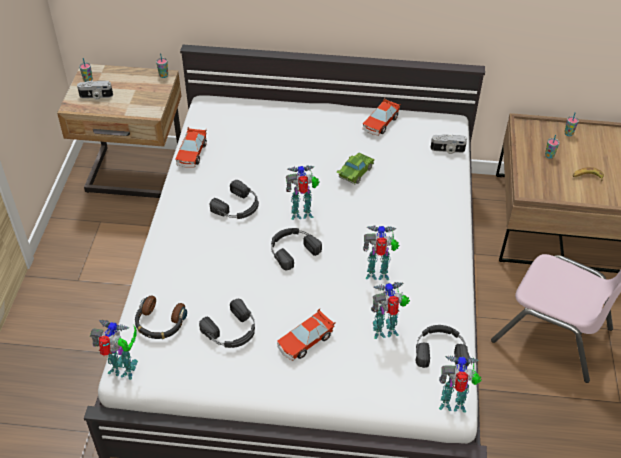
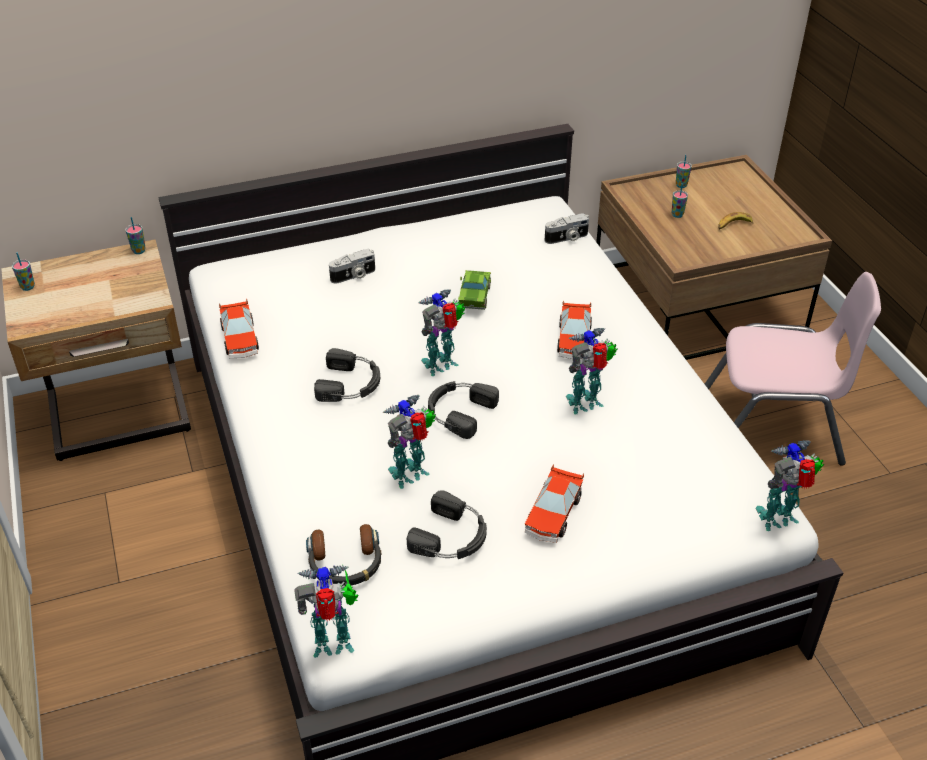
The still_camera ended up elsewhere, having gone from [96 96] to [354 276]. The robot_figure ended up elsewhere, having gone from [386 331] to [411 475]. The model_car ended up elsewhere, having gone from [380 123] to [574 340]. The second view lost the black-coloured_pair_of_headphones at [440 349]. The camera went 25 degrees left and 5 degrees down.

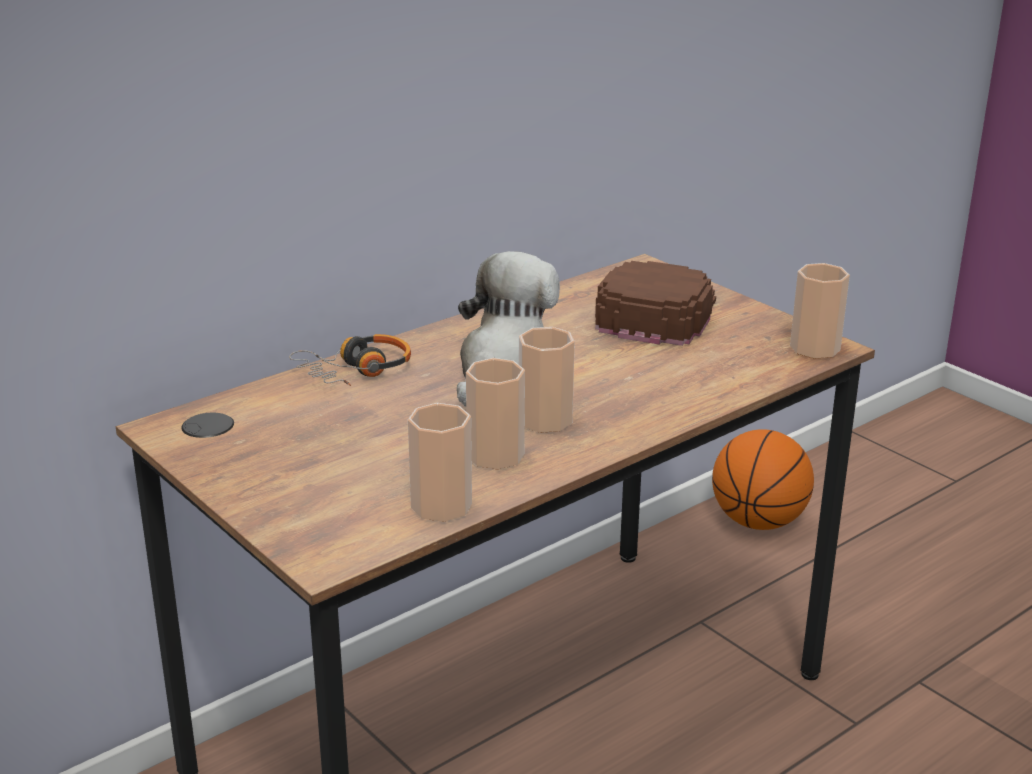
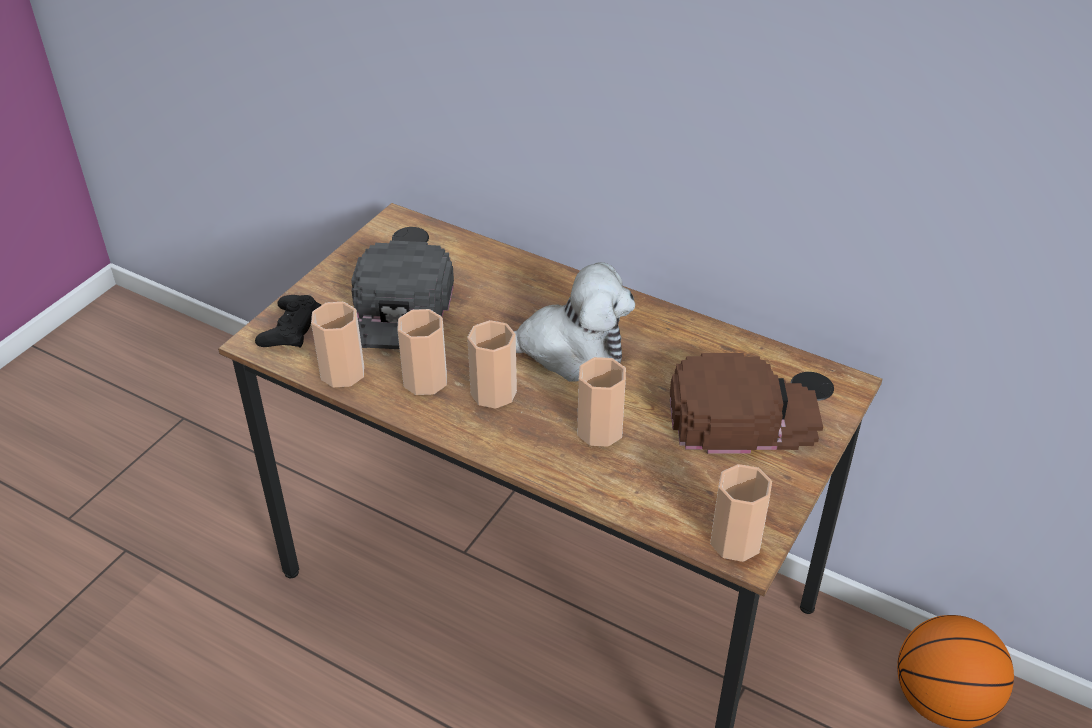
The second view gained the black-coloured_joypad at [290 328]. The second view gained the black-coloured_cap at [402 307]. The second view gained the small_cup at [599 430]. The second view lost the pair_of_headphones at [356 371]. The camera went 70 degrees right and 15 degrees up.

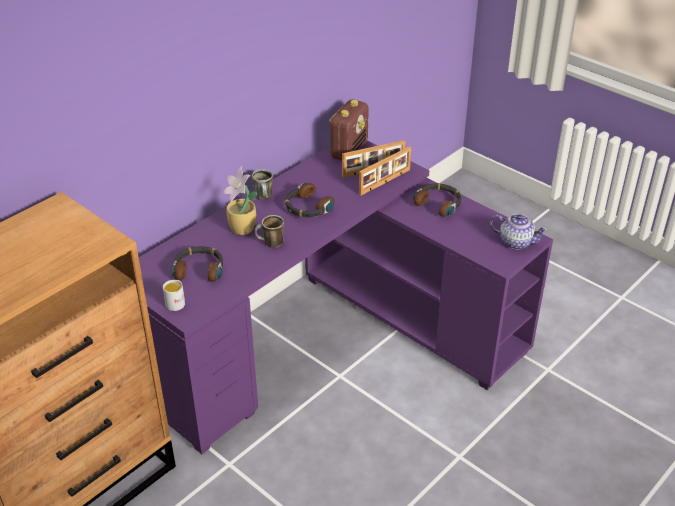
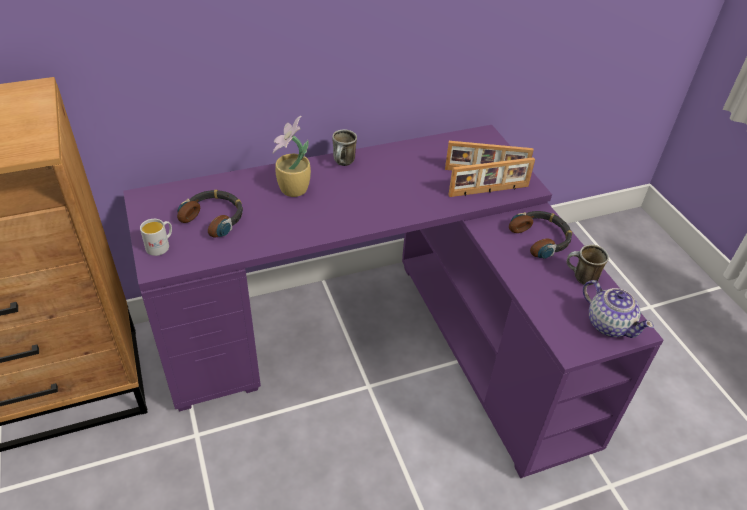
The tea_mug ended up elsewhere, having gone from [270 244] to [580 278]. The second view lost the pair_of_headphones at [307 207]. The second view lost the radio_receiver at [349 150]. The camera went 25 degrees right and 5 degrees up.

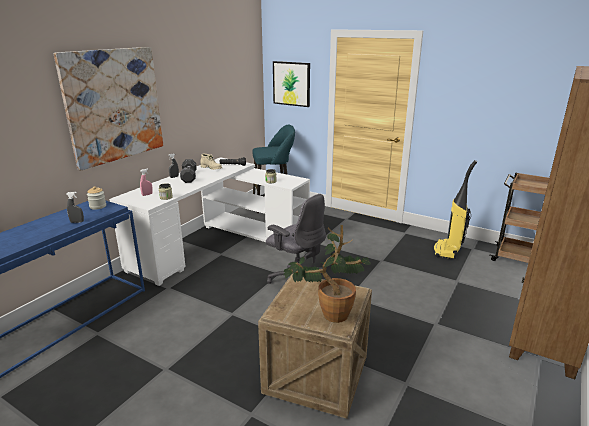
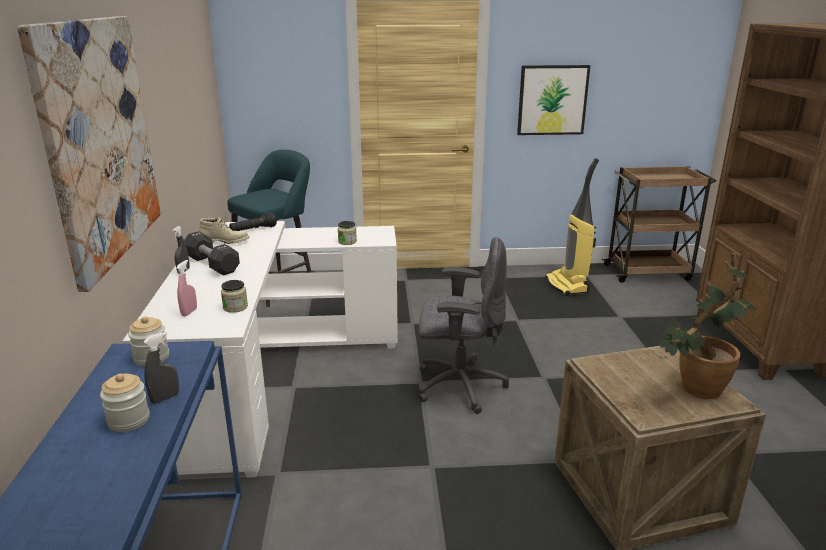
The second view gained the jar at [129 420]. The wall_picture ended up elsewhere, having gone from [291 83] to [552 100]. The camera went 35 degrees left and 0 degrees up.

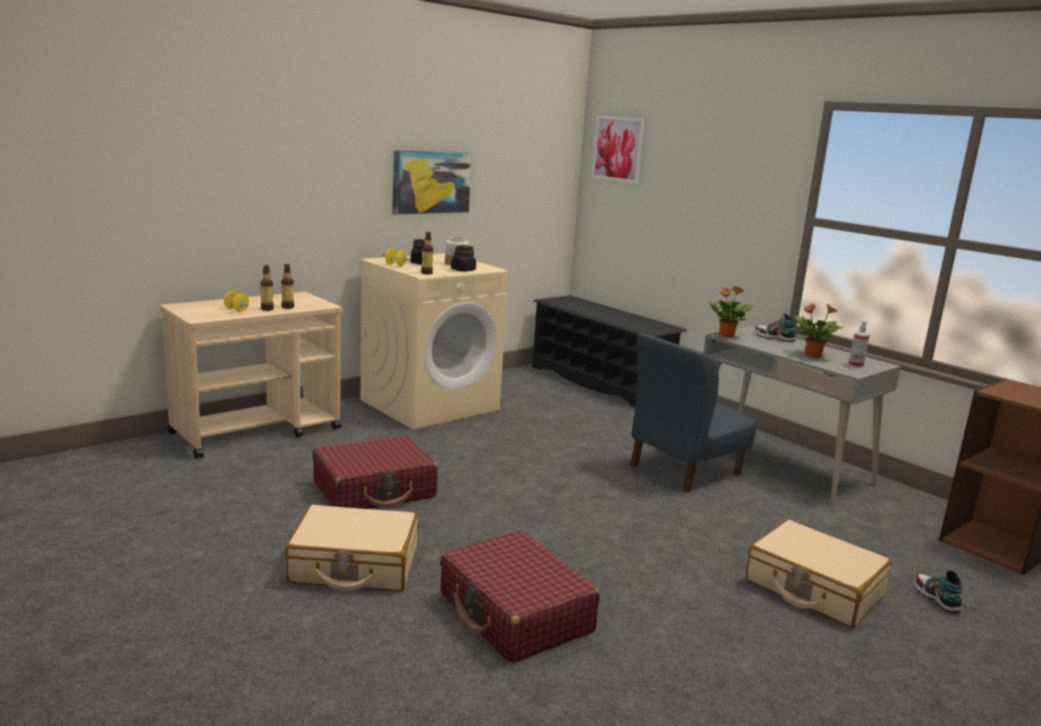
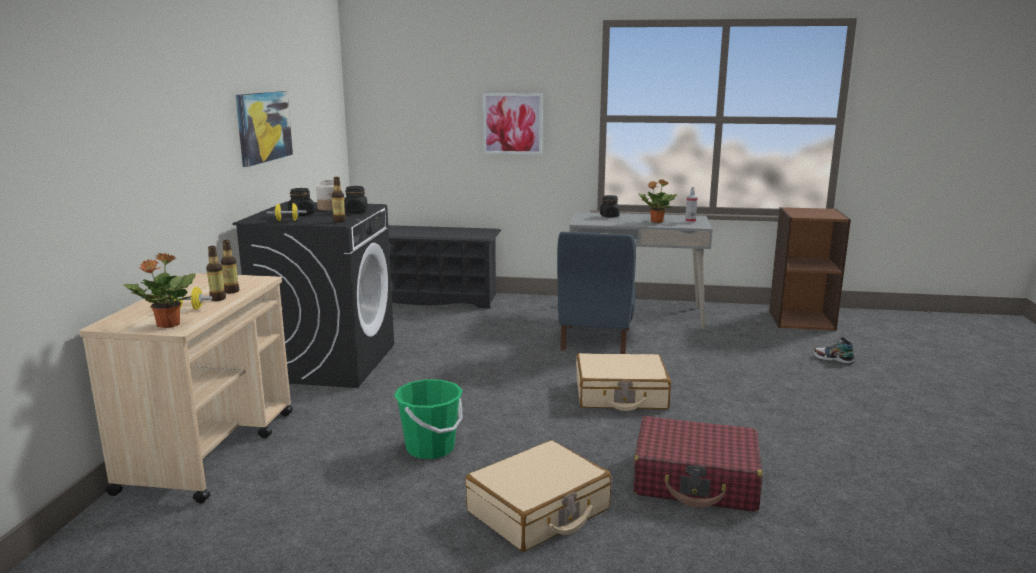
The plant_in_a_pot ended up elsewhere, having gone from [726 335] to [167 325]. What was the sand-coloured_washing_machine at [430 404] turned into the black-coloured_washing_machine at [327 362]. Where the red-coloured_suitcase stood at [375 490], the green_pail came to stand at [430 448]. The wall_picture ended up elsewhere, having gone from [618 149] to [512 123]. The sand-coloured_suitcase ended up elsewhere, having gone from [813 588] to [620 395]. Where the low_shoe stood at [774 338], the black-coloured_jar came to stand at [609 216]. The camera went 40 degrees left and 0 degrees up.

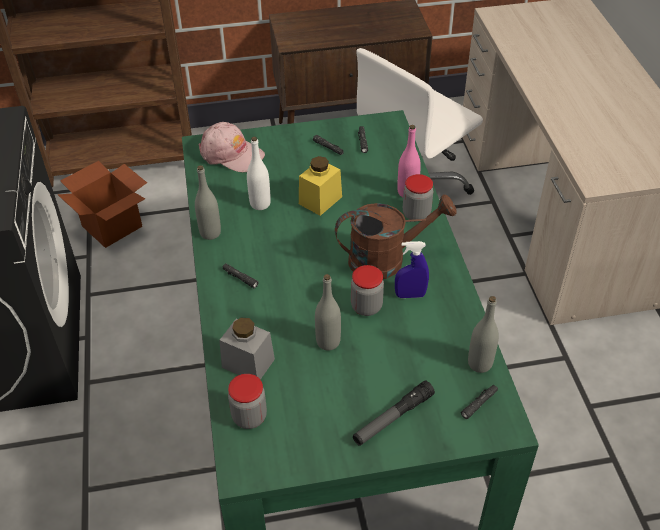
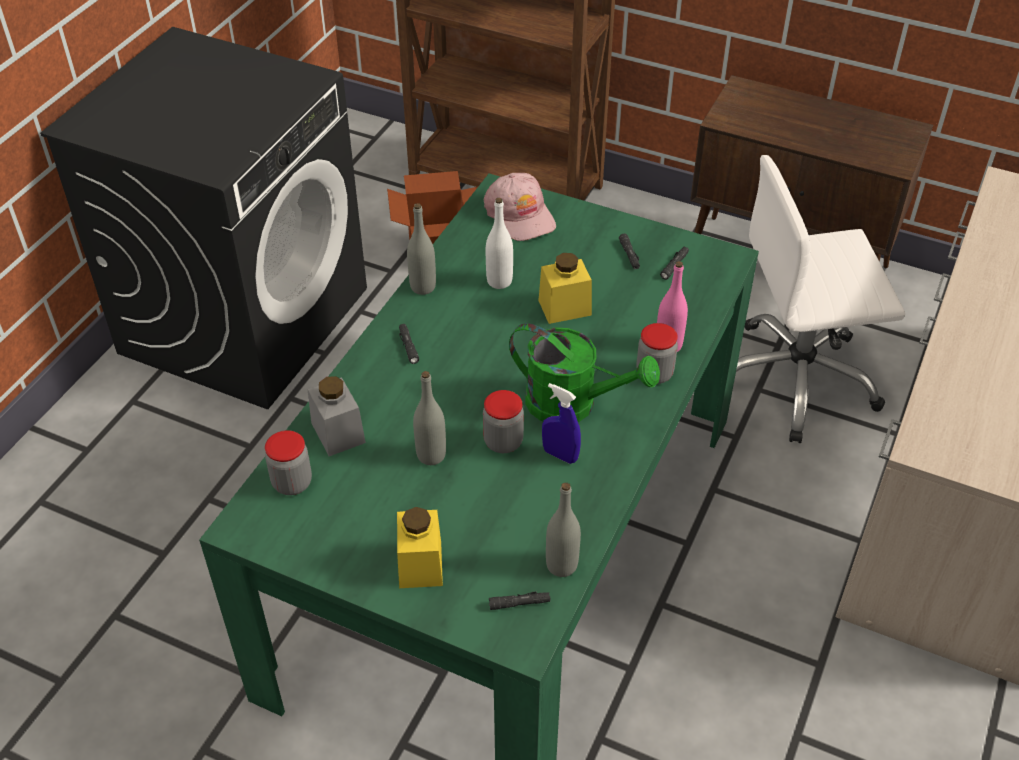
Where the torch stood at [393 418], the yellow_jar came to stand at [420 564]. What was the brown_sprinkling_can at [386 259] turned into the green_sprinkling_can at [573 404]. The camera went 35 degrees right and 0 degrees up.

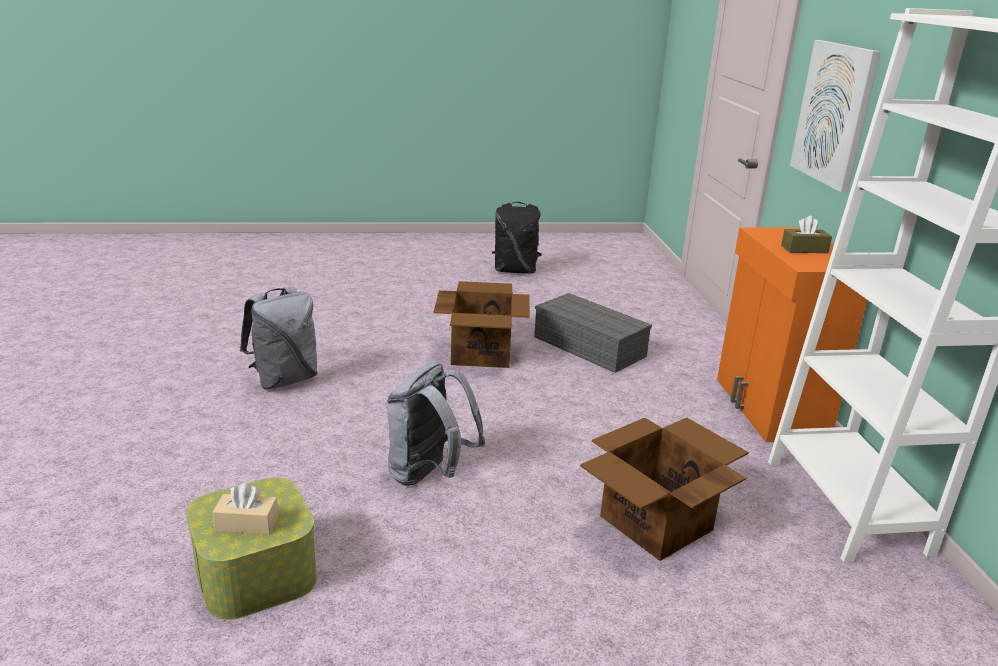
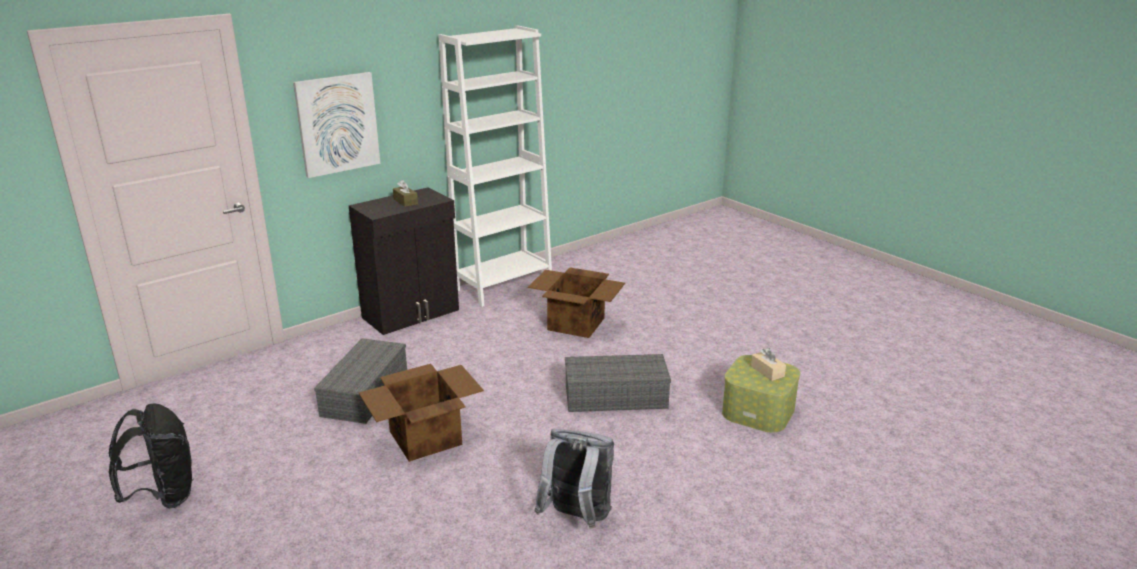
What was the orange_cabinet at [768 408] turned into the black-coloured_cabinet at [412 314]. Where the gray_rucksack stood at [429 474], the gray_storage_bin came to stand at [617 396]. The camera went 120 degrees left and 0 degrees up.

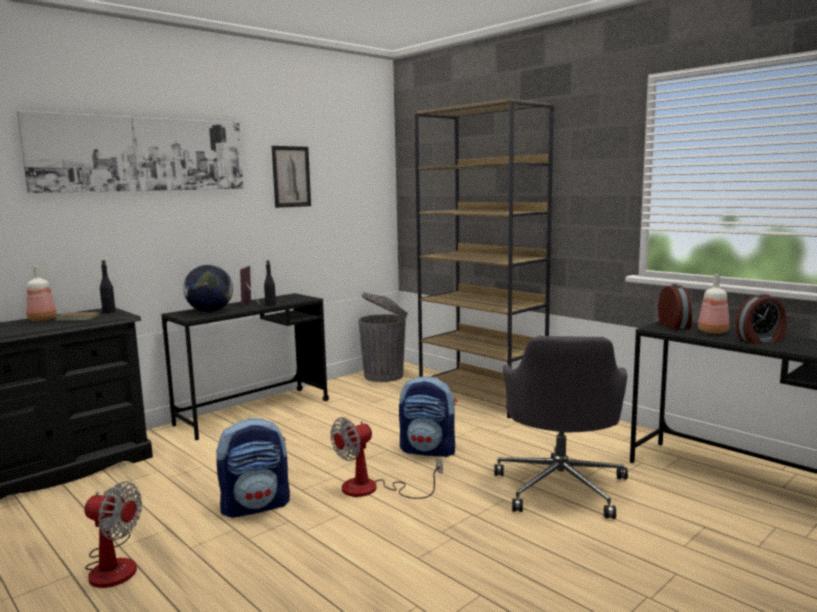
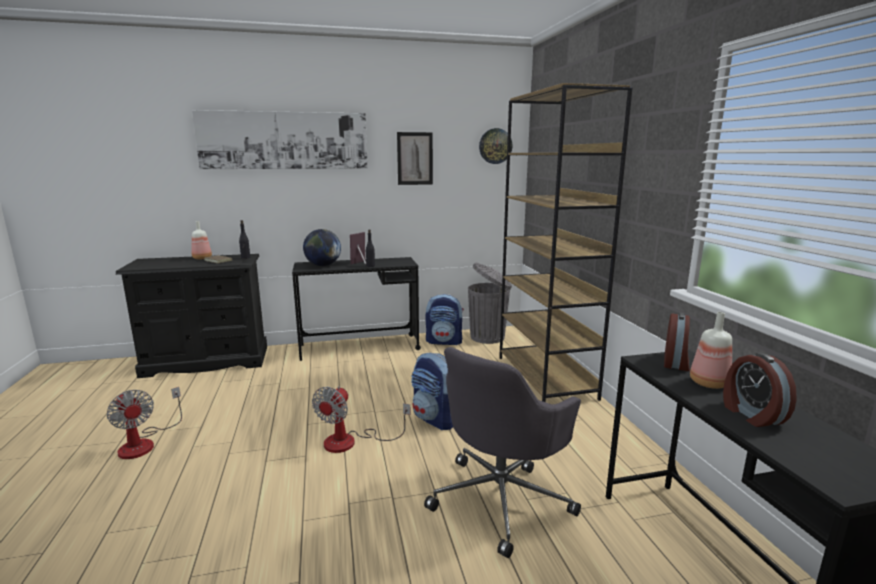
The fan at [372 489] ended up facing another way, 60 degrees counterclockwise from before. The rucksack ended up elsewhere, having gone from [256 506] to [444 341]. The second view gained the wall_clock at [495 146]. The alarm_clock at [761 340] ended up facing another way, 60 degrees clockwise from before. The camera went 30 degrees right and 5 degrees up.

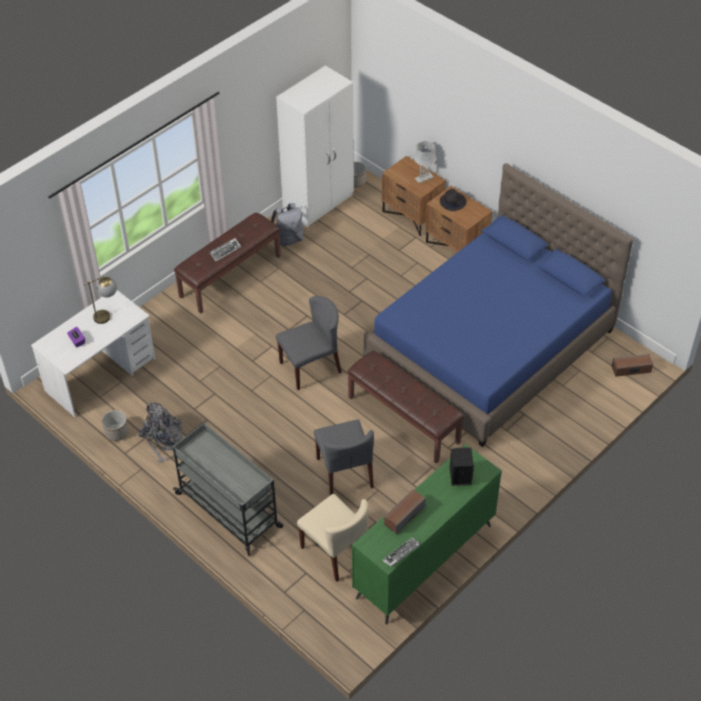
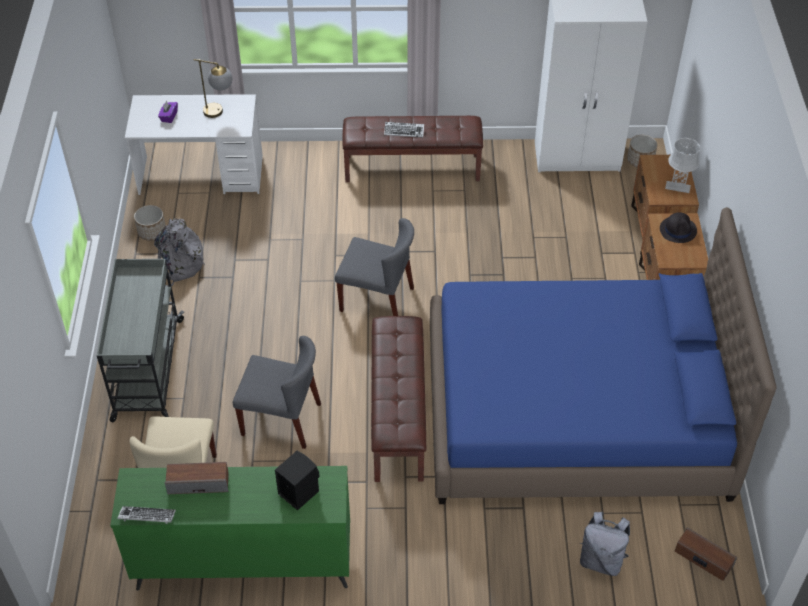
The gray_chair at [344 473] ended up facing another way, 105 degrees counterclockwise from before. The gray_rucksack ended up elsewhere, having gone from [289 239] to [601 560]. The camera went 45 degrees right and 0 degrees up.

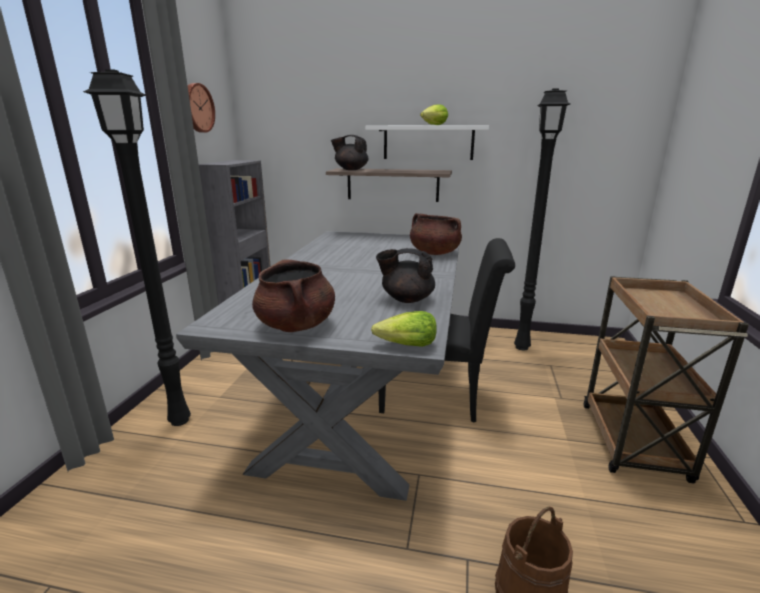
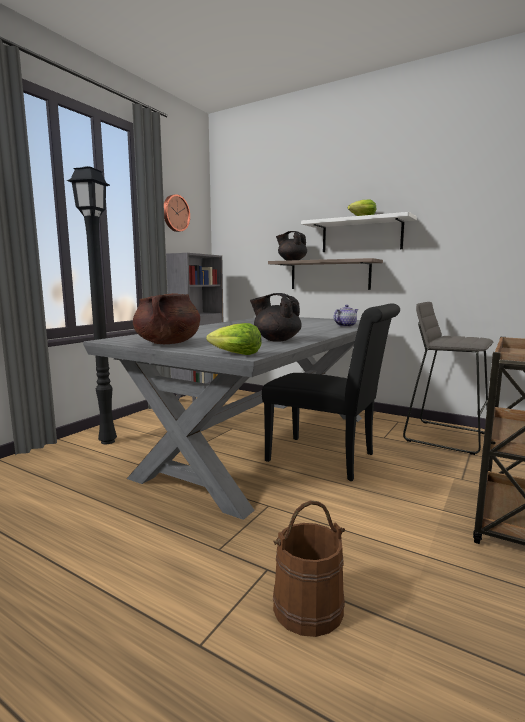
Where the brown_stockpot stood at [434 253], the tea_pot came to stand at [345 326]. Where the black-coloured_standard_lamp stood at [520 347], the gray_stool came to stand at [446 436]. The camera went 20 degrees right and 10 degrees down.

